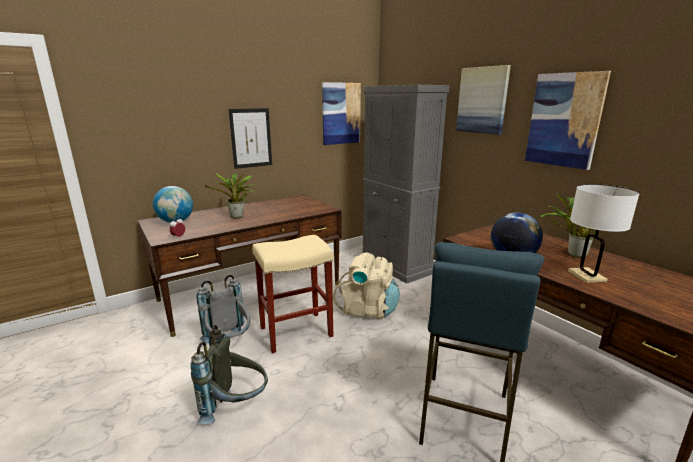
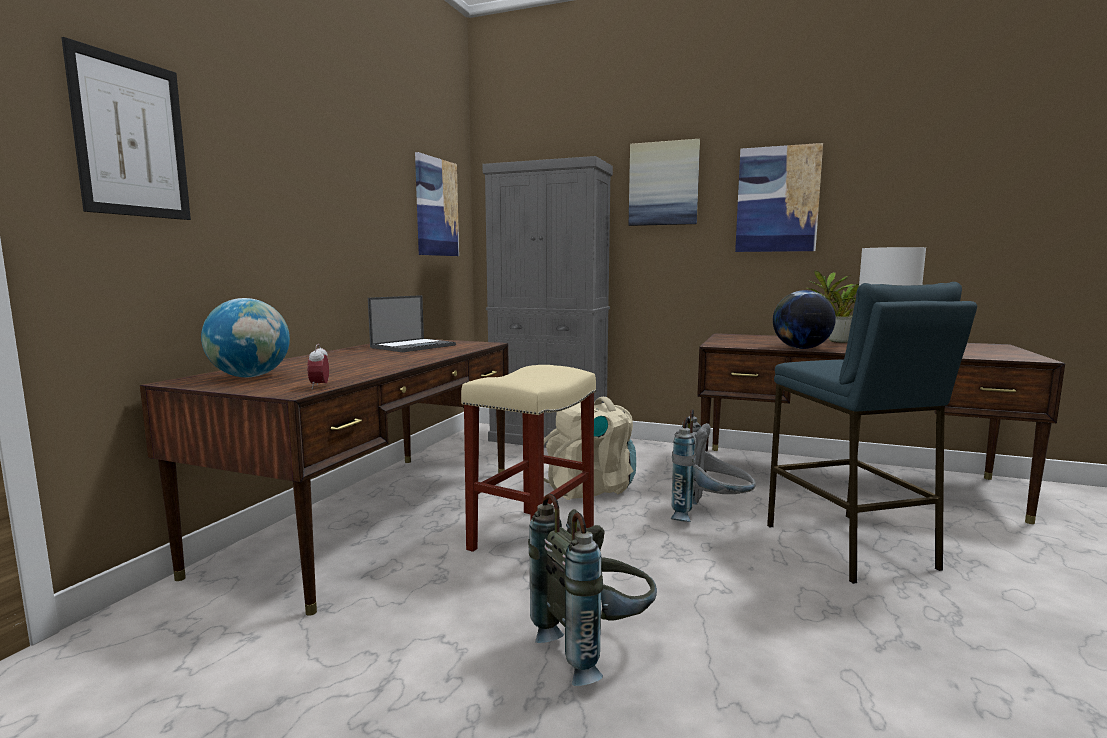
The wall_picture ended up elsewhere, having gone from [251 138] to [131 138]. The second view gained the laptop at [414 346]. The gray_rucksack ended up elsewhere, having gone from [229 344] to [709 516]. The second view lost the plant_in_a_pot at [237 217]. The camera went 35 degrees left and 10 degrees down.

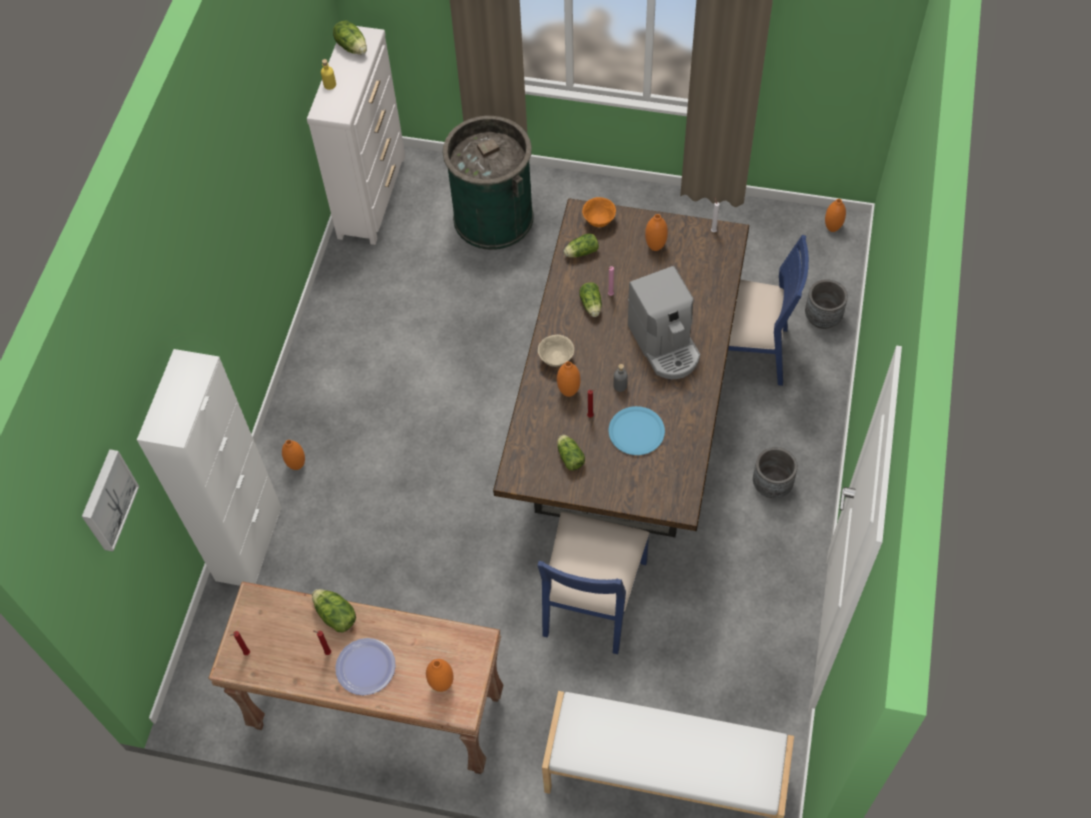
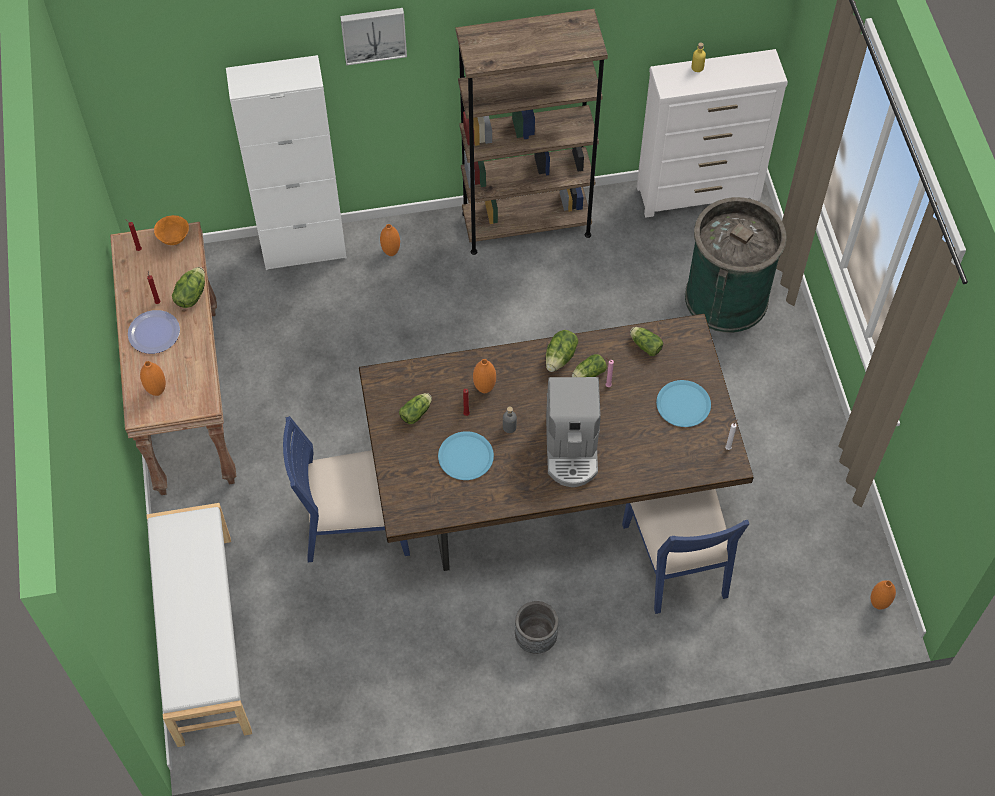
The orange_serving_bowl ended up elsewhere, having gone from [599 221] to [174 239]. The wall_picture ended up elsewhere, having gone from [107 500] to [373 34]. The second view gained the brown_bookcase at [526 224]. The head_of_lettuce ended up elsewhere, having gone from [352 46] to [560 357]. The coffee_brewer at [665 345] ended up facing another way, 45 degrees counterclockwise from before. Where the orange_decorative_vase stood at [655 247], the blue-coloured_dinner_plate came to stand at [683 404]. The second view lost the sand-coloured_serving_bowl at [556 359]. The second view lost the gray_planter at [822 318]. The camera went 65 degrees right and 0 degrees up.

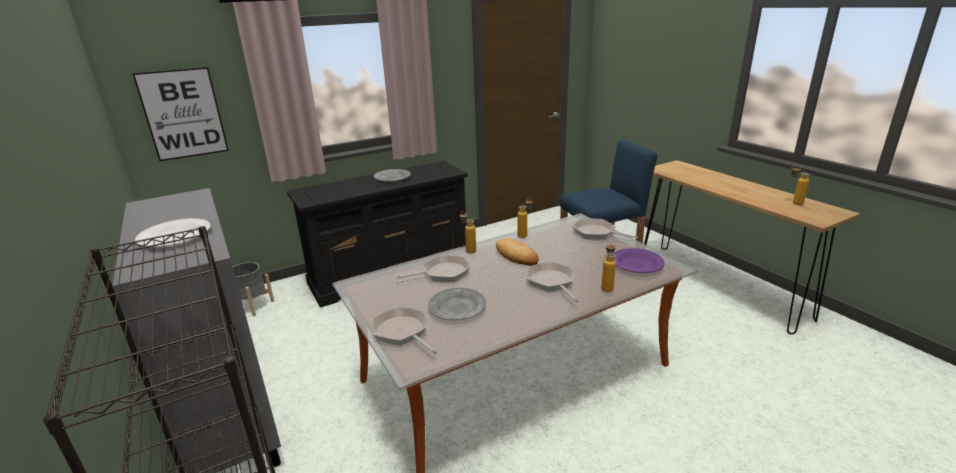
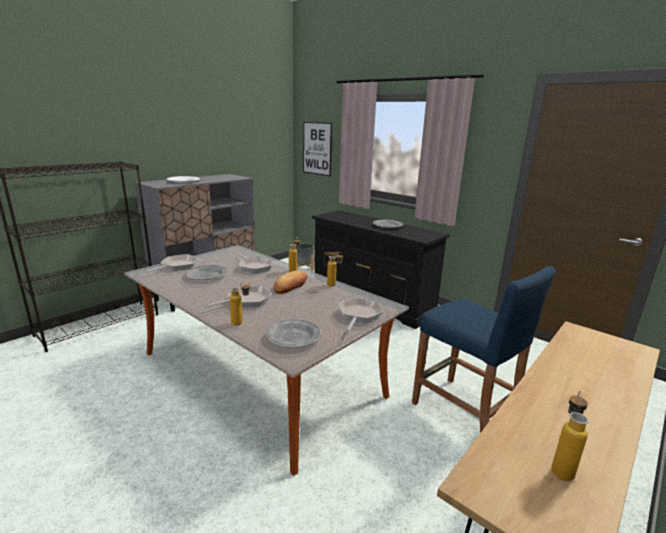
What was the purplish_dinner_plate at [636 263] turned into the gray_dinner_plate at [293 337]. The camera went 70 degrees right and 5 degrees down.

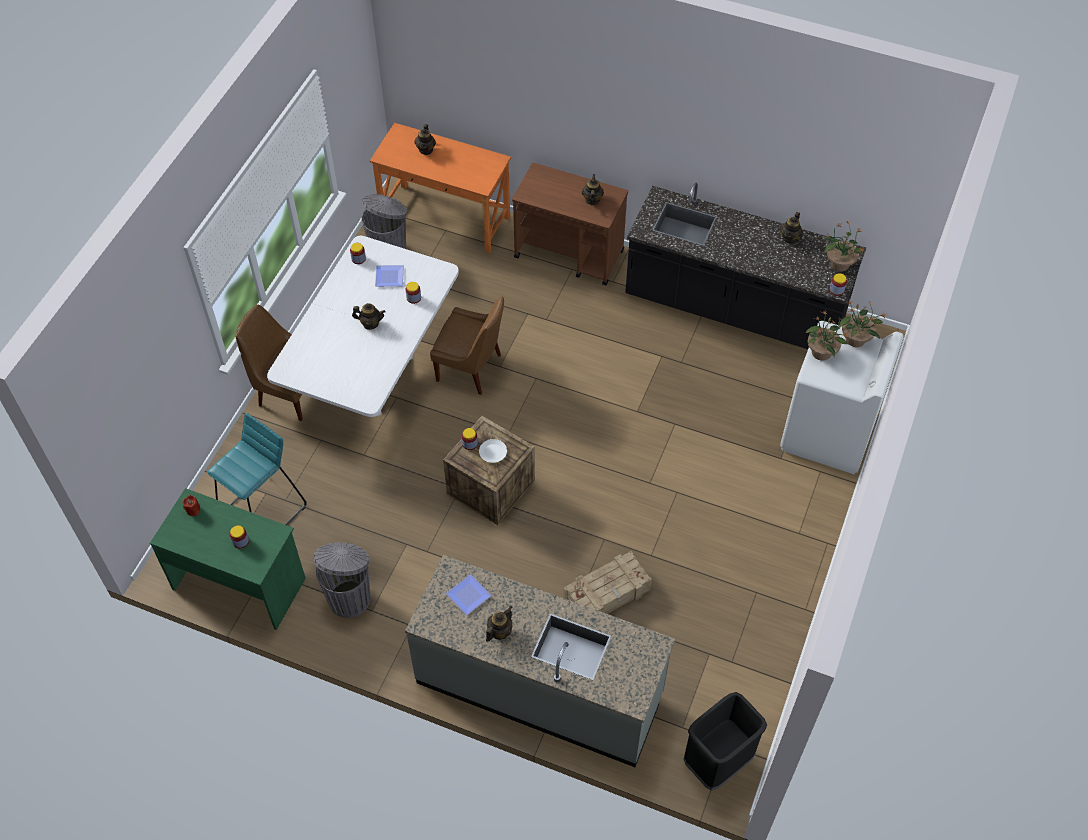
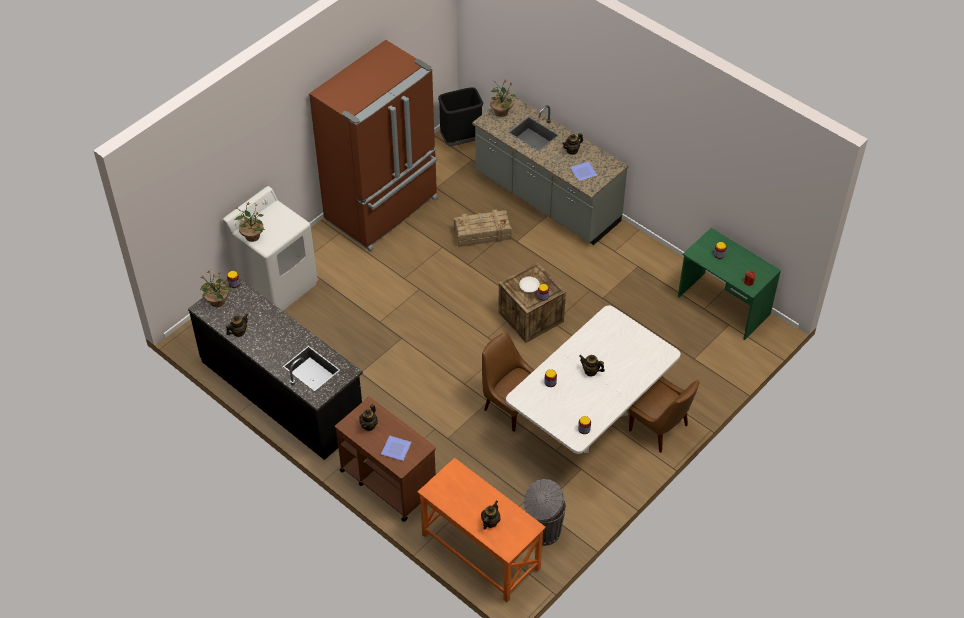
The second view gained the brown_fridge at [383 210]. The dinner_plate ended up elsewhere, having gone from [390 278] to [395 448]. The plant_in_a_pot ended up elsewhere, having gone from [821 353] to [501 111]. The second view lost the turquoise_stool at [263 511]. The second view lost the gray_trash_can at [350 597]. The camera went 160 degrees left and 5 degrees down.

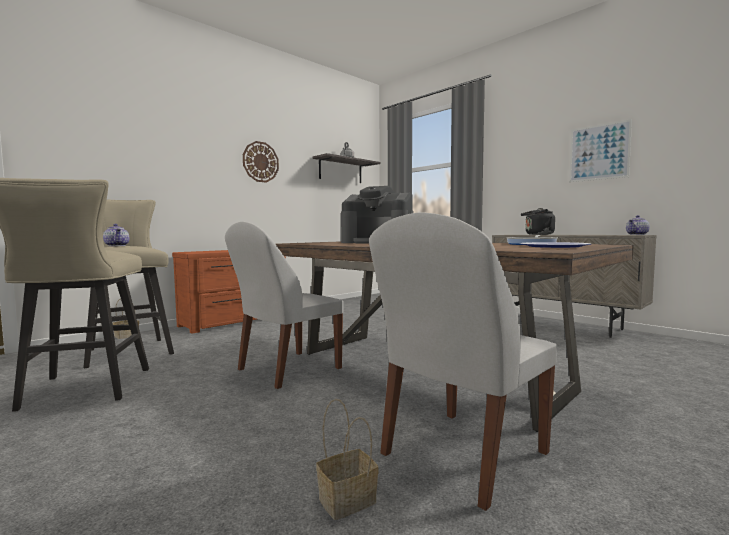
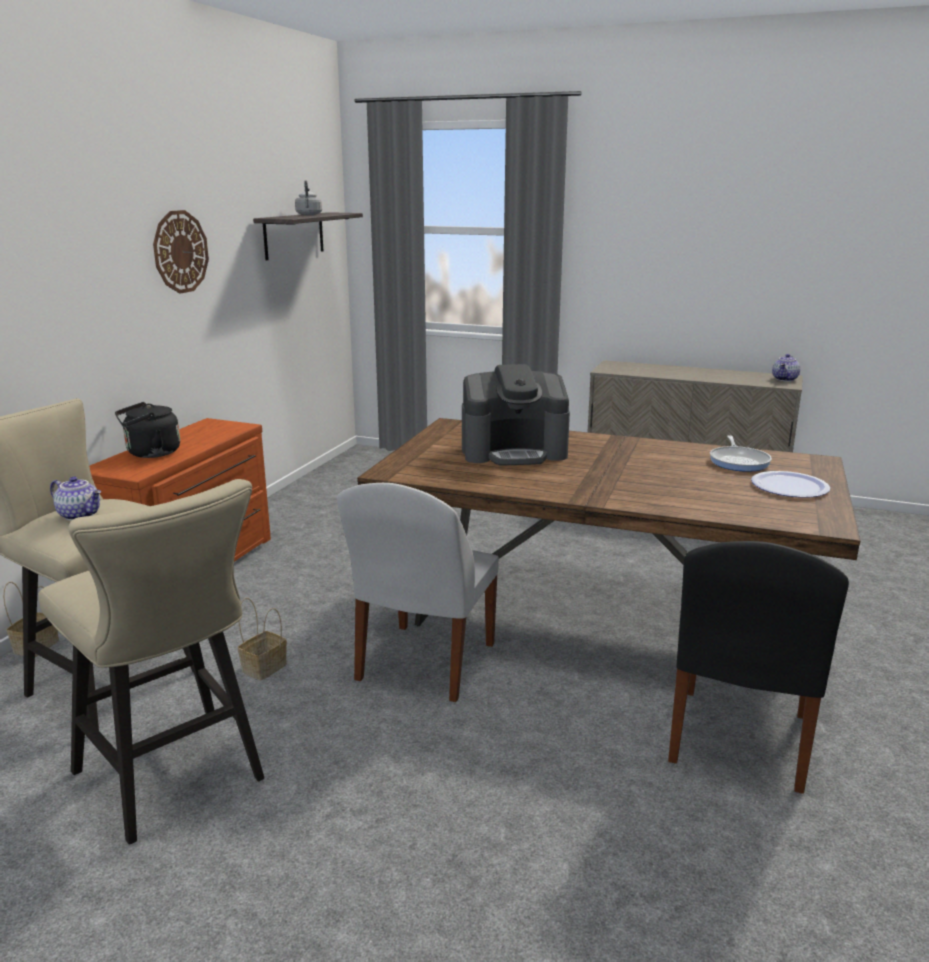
The black-coloured_kettle ended up elsewhere, having gone from [538 234] to [150 453]. The household_basket ended up elsewhere, having gone from [348 499] to [264 667]. What was the white-coloured_chair at [461 455] turned into the black-coloured_chair at [738 741]. The second view lost the wall_picture at [599 152]. The camera went 25 degrees left and 15 degrees up.

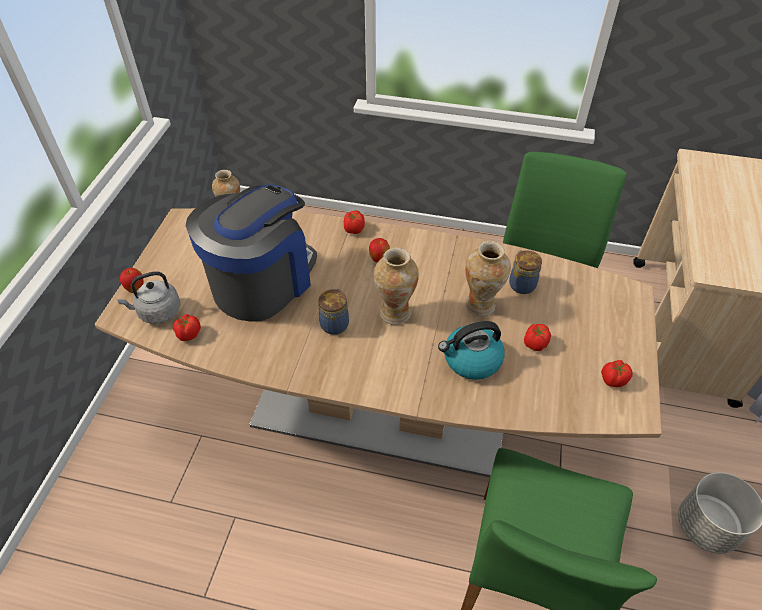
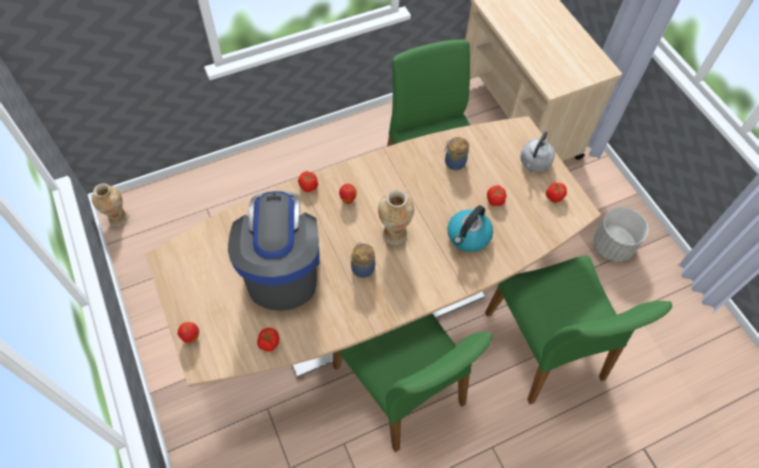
The second view gained the green_chair at [401 385]. The gray_kettle ended up elsewhere, having gone from [157 312] to [534 163]. The second view lost the decorative_vase at [481 305]. The camera went 40 degrees left and 10 degrees up.

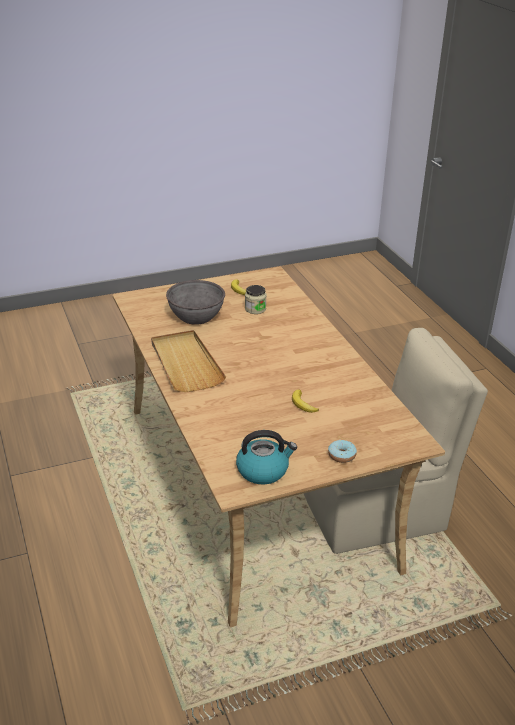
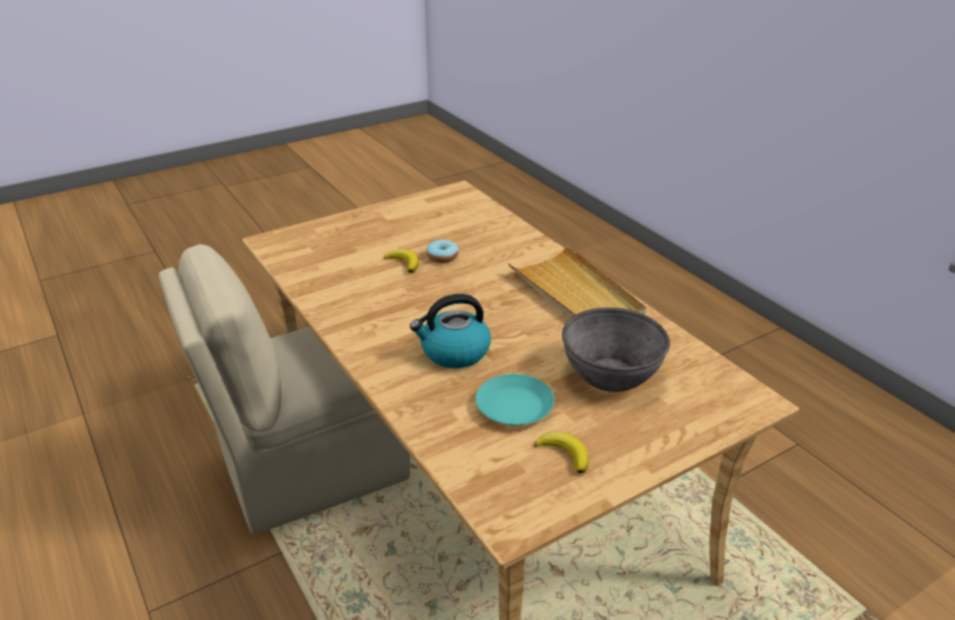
The kettle ended up elsewhere, having gone from [263 470] to [454 352]. The ring_doughnut ended up elsewhere, having gone from [341 455] to [442 257]. Where the jar stood at [255 309], the turquoise_dinner_plate came to stand at [514 407]. The camera went 170 degrees right and 0 degrees up.

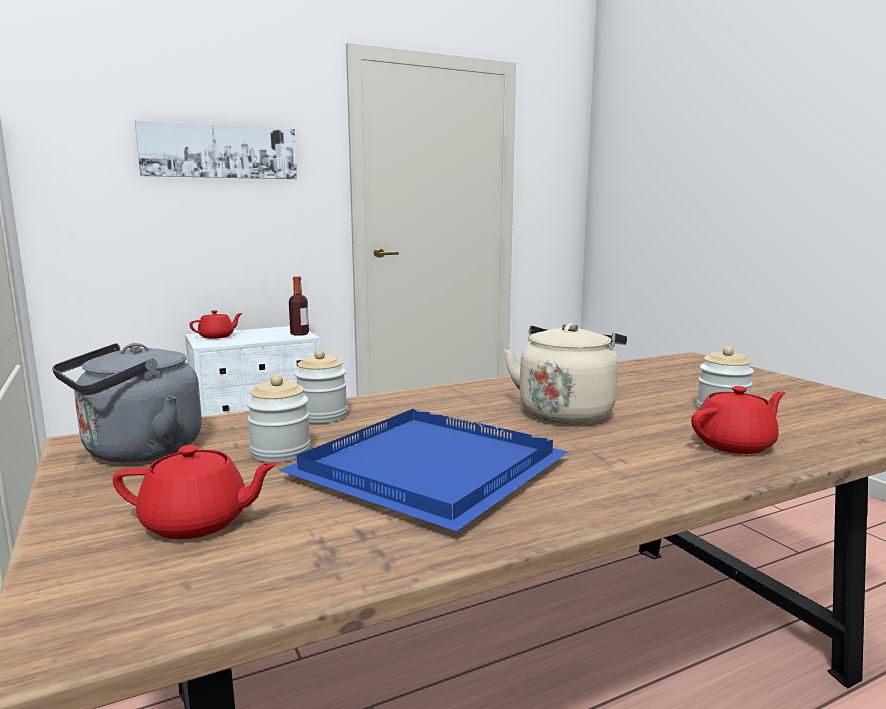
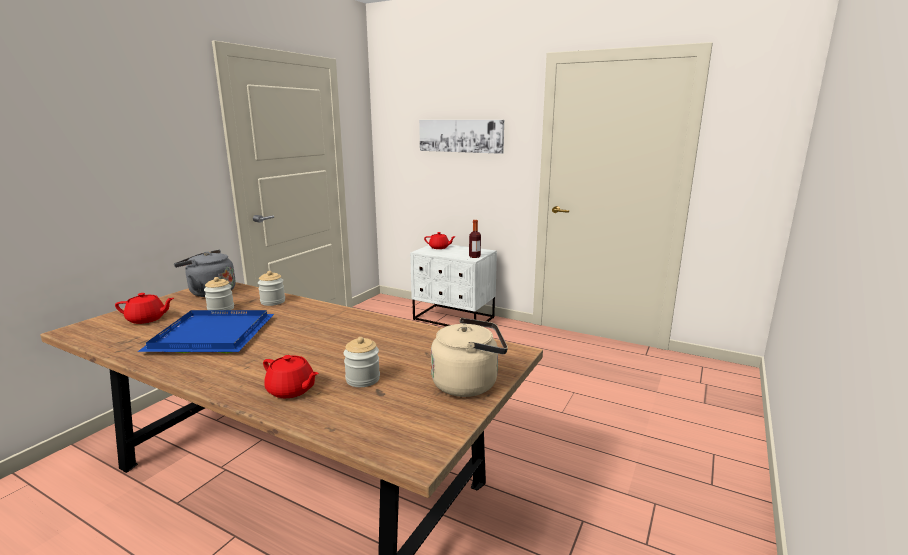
The red-coloured_tea_pot at [197 523] ended up facing another way, 60 degrees counterclockwise from before. The sand-coloured_kettle ended up elsewhere, having gone from [567 412] to [469 384]. The camera went 55 degrees right and 5 degrees up.

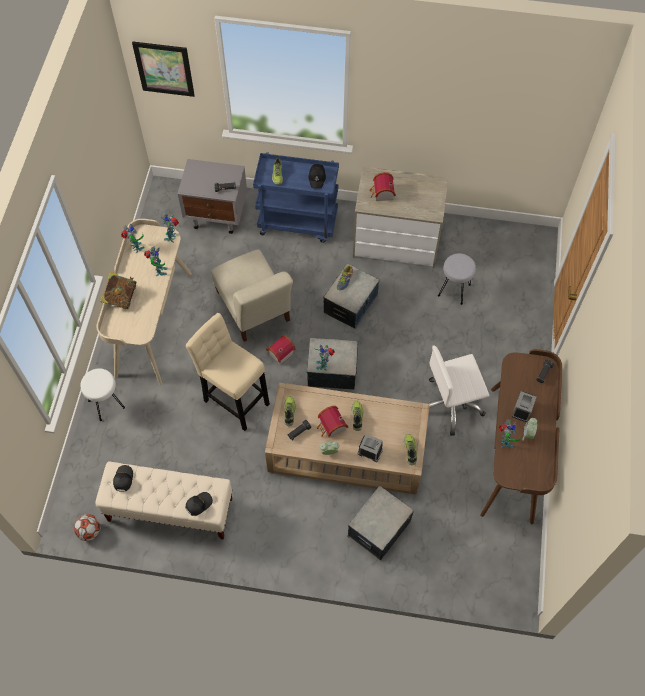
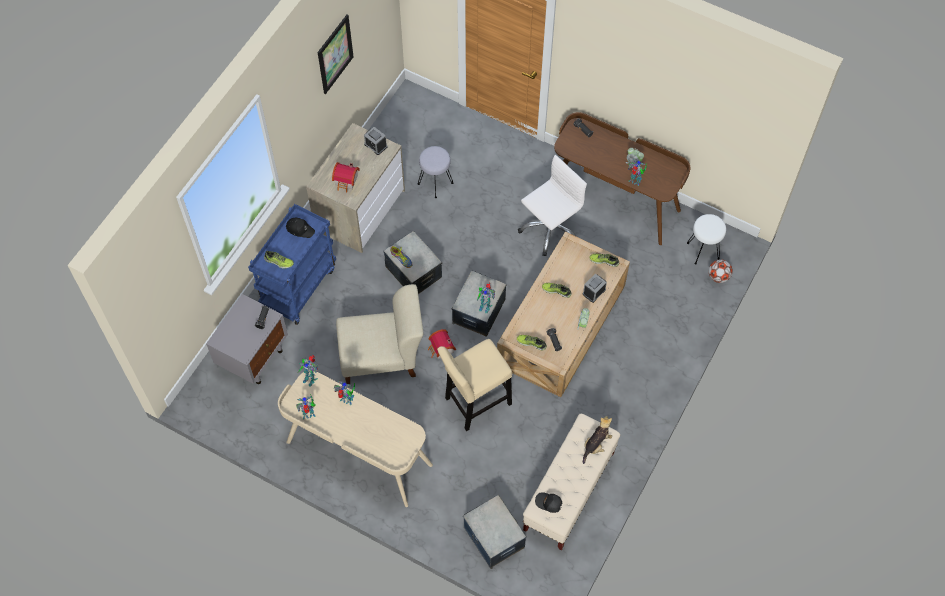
The wall_picture ended up elsewhere, having gone from [164 69] to [335 54]. The alarm_clock ended up elsewhere, having gone from [522 410] to [375 145]. The storage_bin ended up elsewhere, having gone from [378 528] to [493 537]. The white-coloured_desk_chair at [451 404] ended up facing another way, 135 degrees counterclockwise from before. Where the black-coloured_cap stood at [198 504], the soft_toy came to stand at [596 444]. The white-coloured_stool ended up elsewhere, having gone from [107 404] to [703 250]. The ball_for_football ended up elsewhere, having gone from [90 531] to [718 277]. The second view lost the bound_book at [120 297]. The second view lost the toy_house at [331 427]. The camera went 70 degrees left and 0 degrees up.

